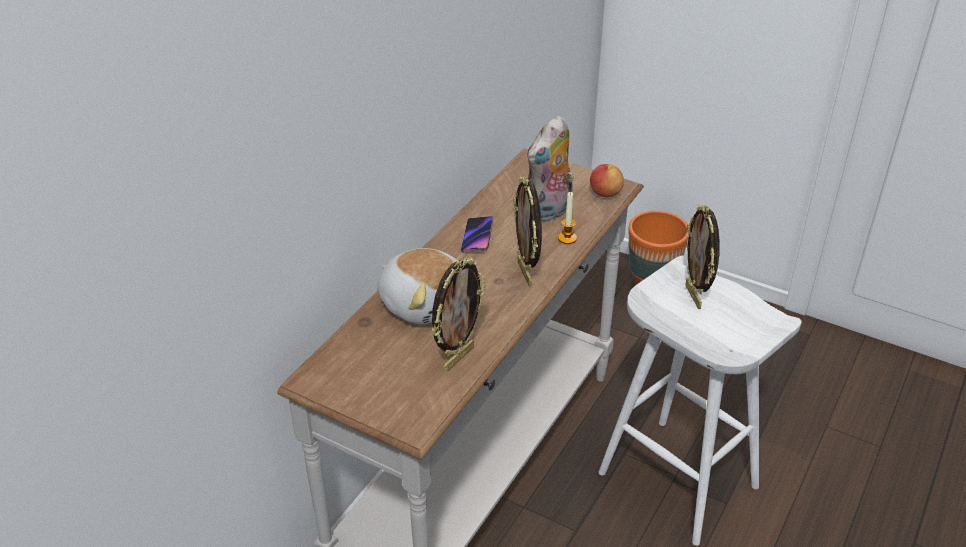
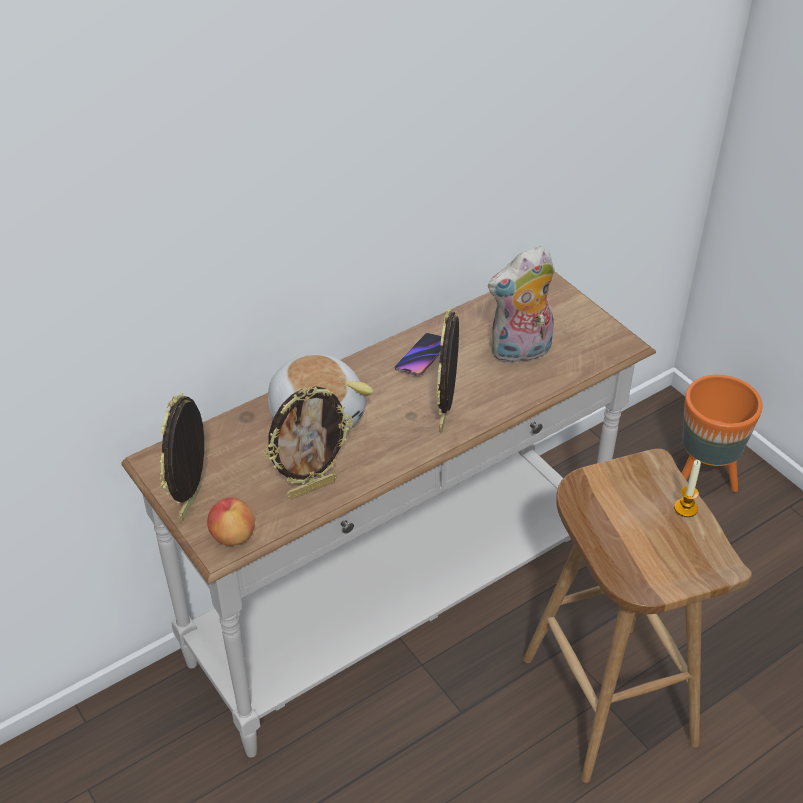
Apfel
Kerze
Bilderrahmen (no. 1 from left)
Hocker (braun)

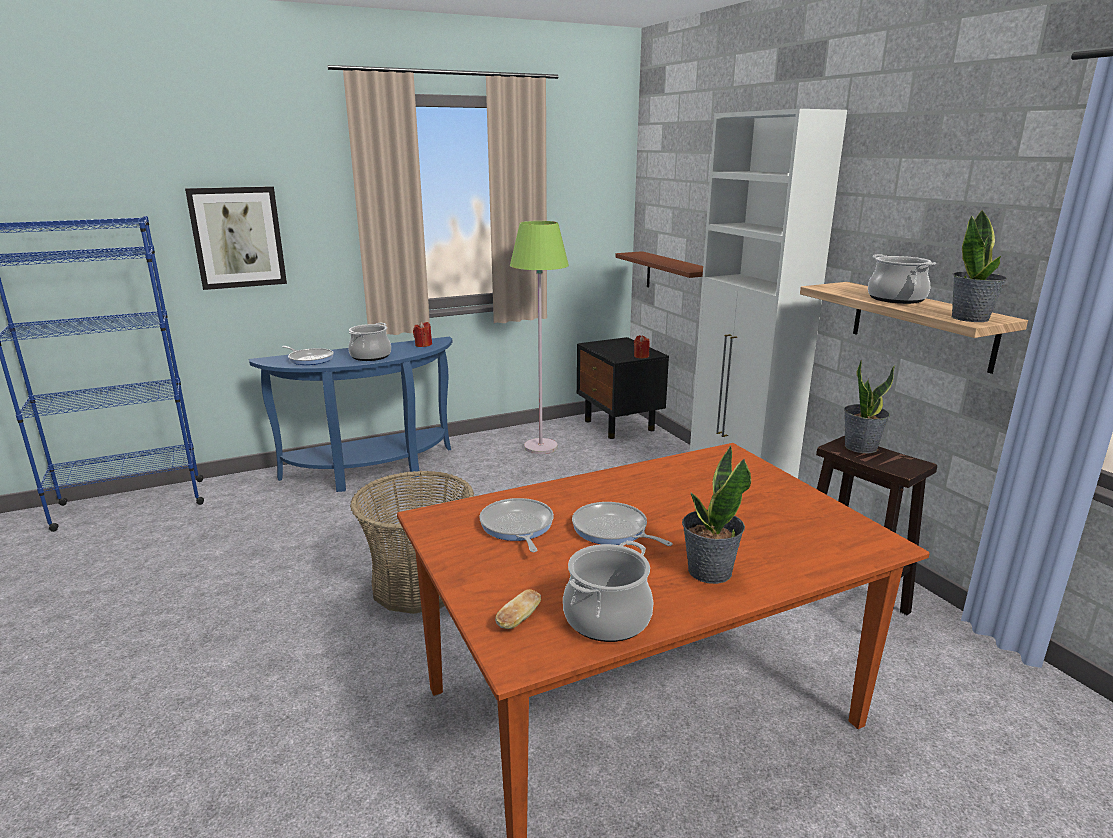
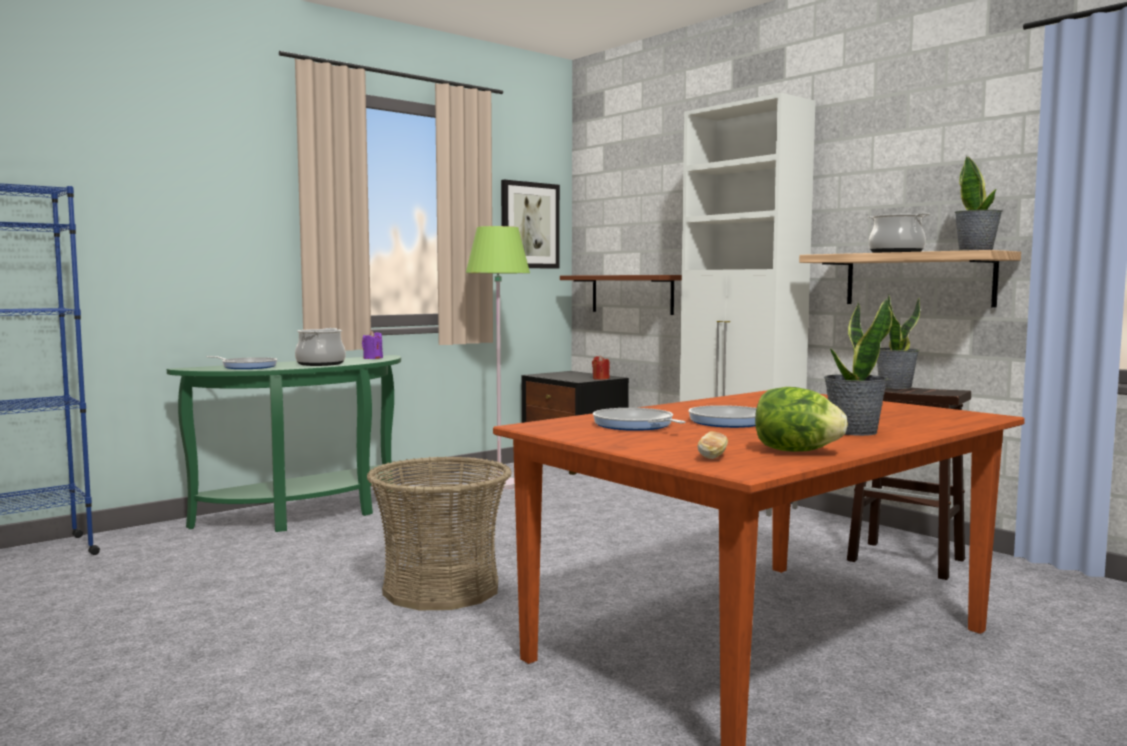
Bild
Kerze (lila)
Konsolentisch (grün)
Salatkopf

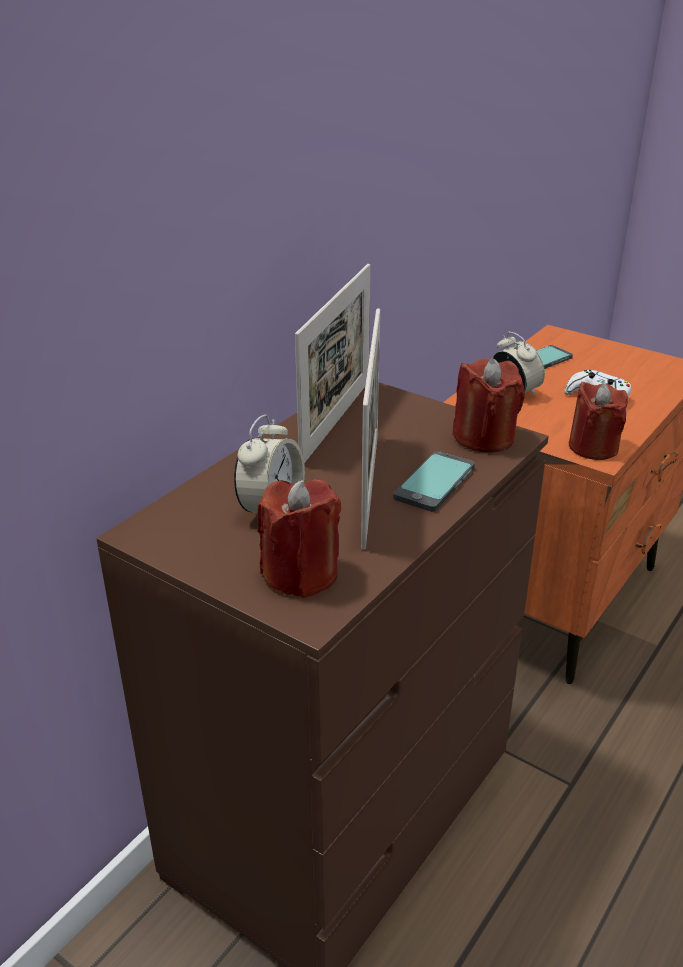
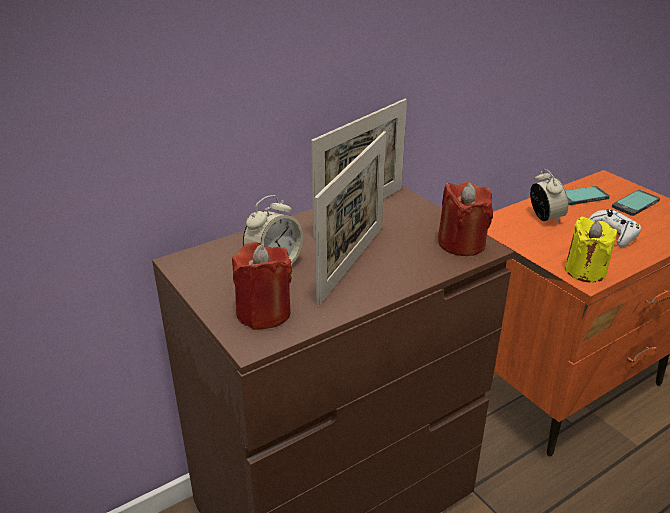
Kerze (gelb)
Handy (no. 2 from left)

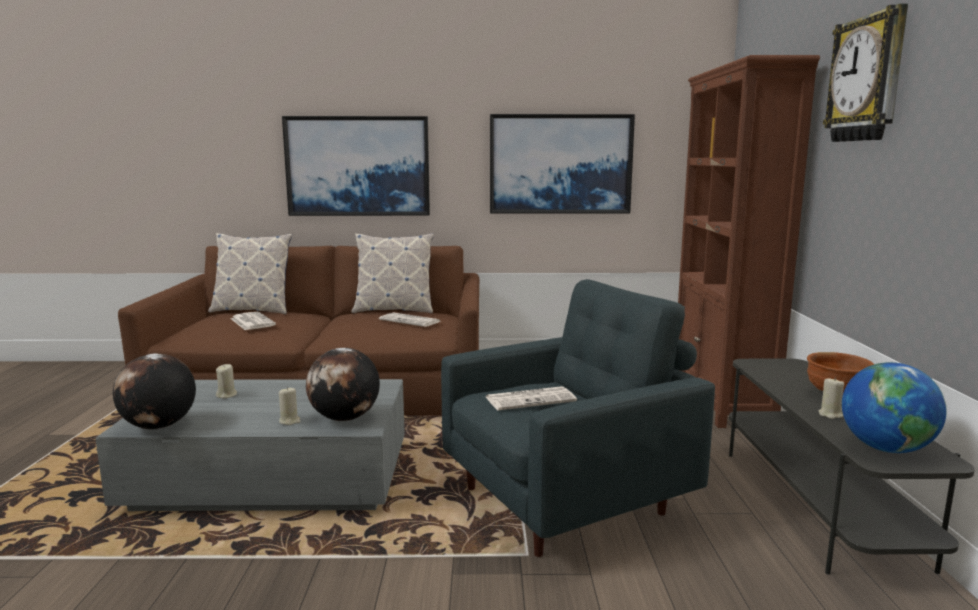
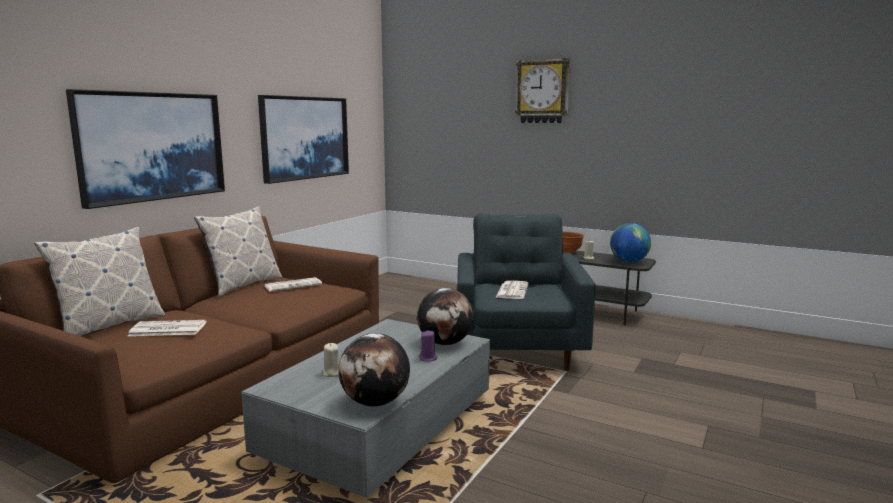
Bücherregal (braun)
Kerze (lila)

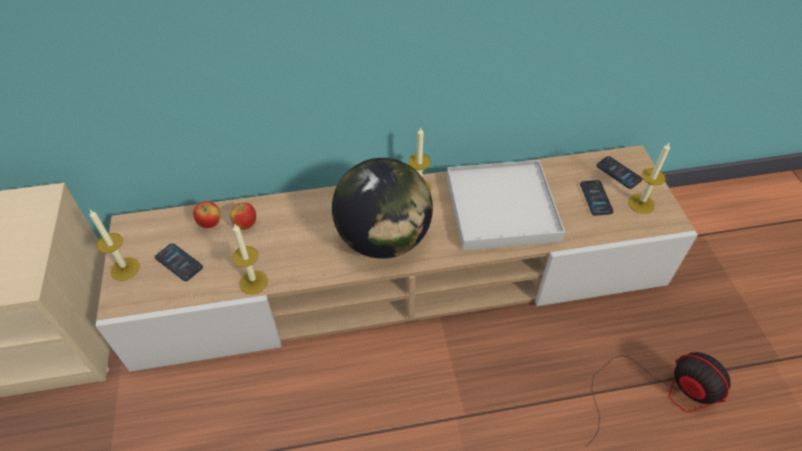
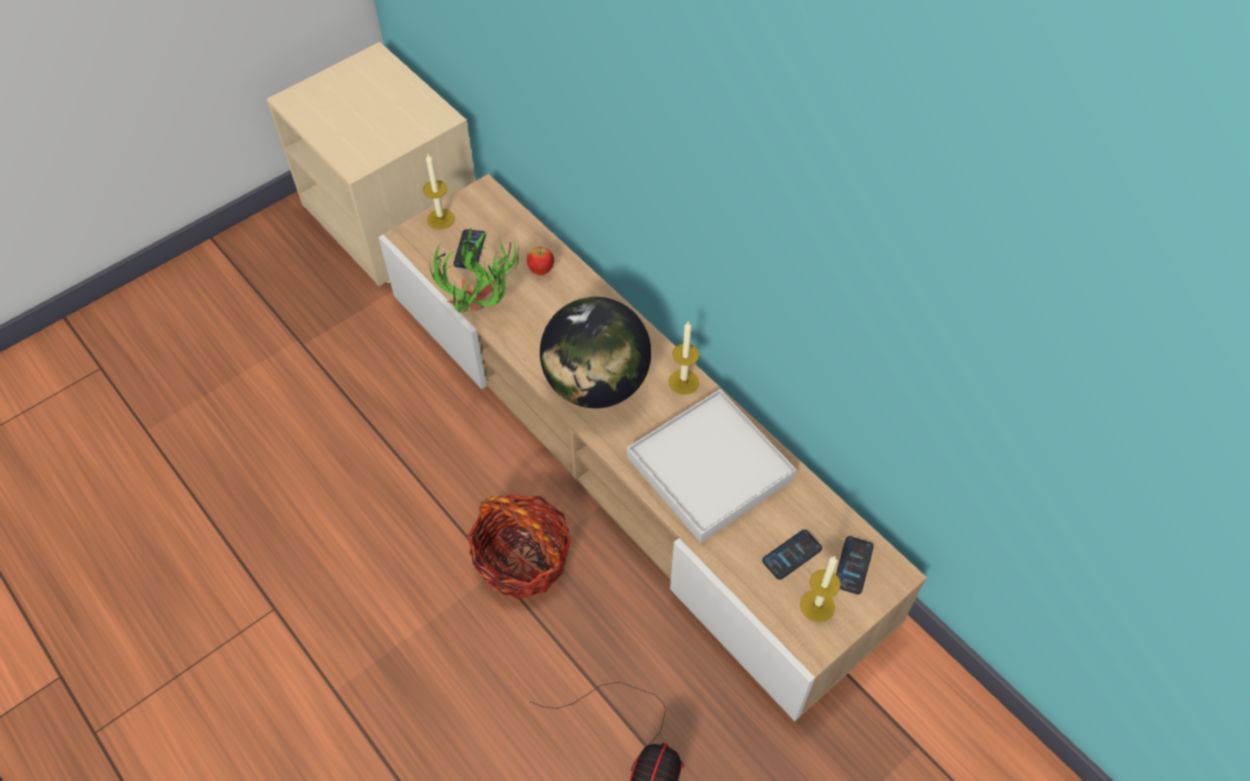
Apfel (no. 1 from left in the first image)
Topfpflanze
Korb

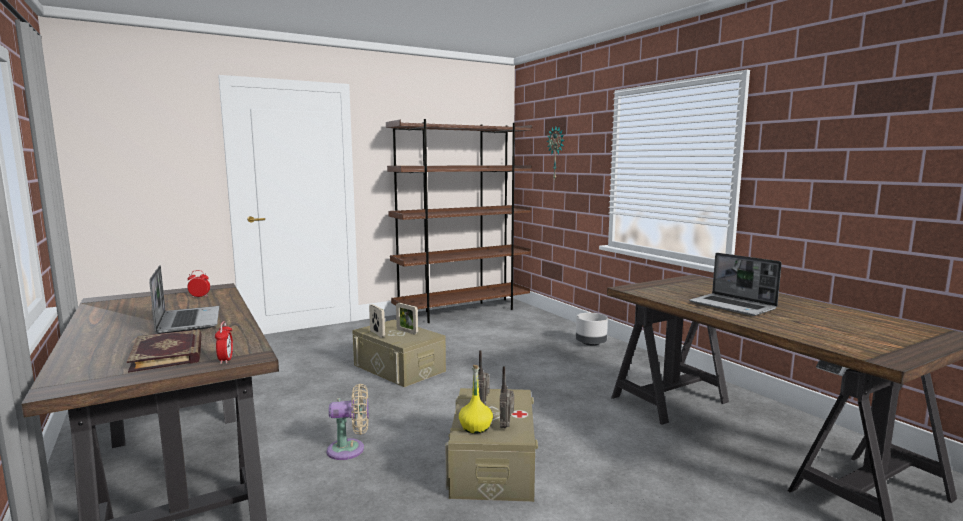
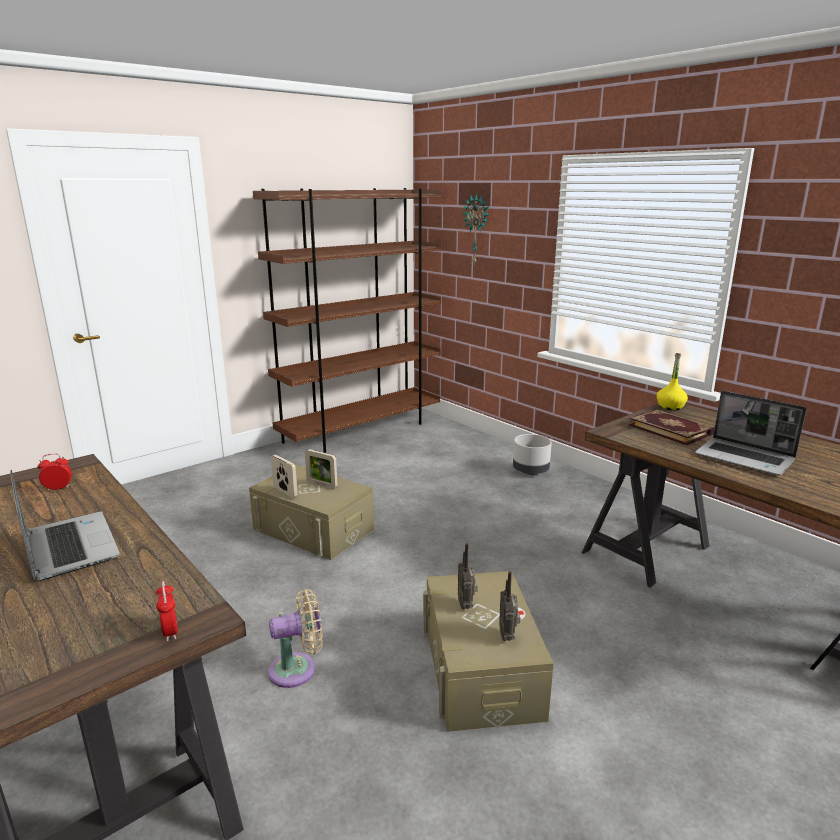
Buch
Flasche (gelb)

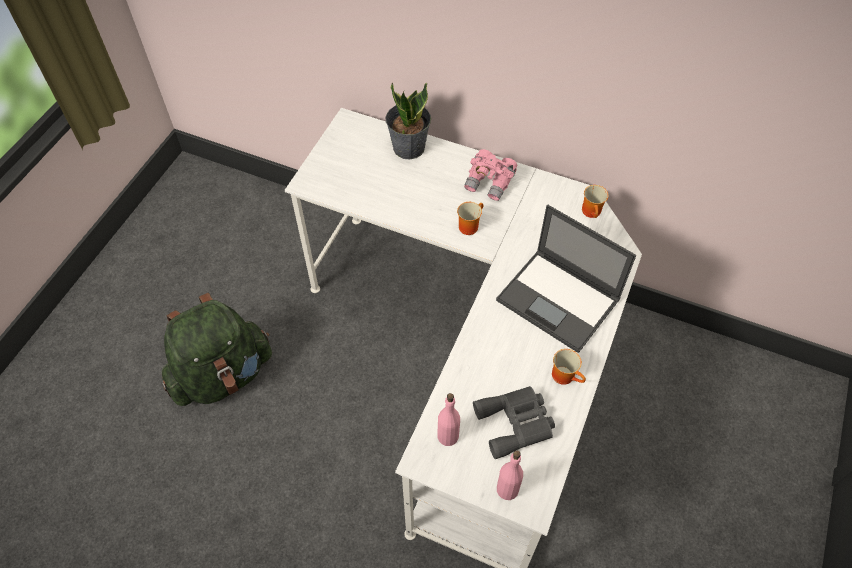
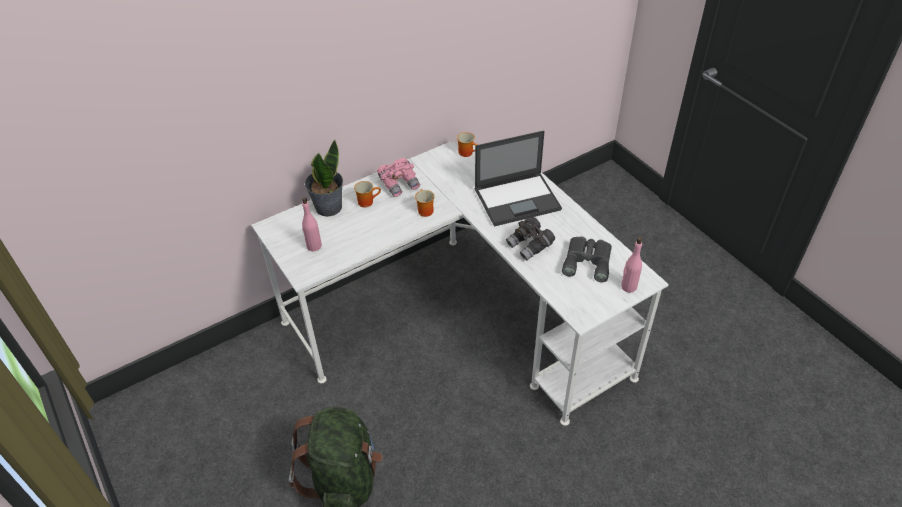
Henkelbecher (no. 1 from left)
Flasche (rosa) (no. 1 from left)
Fernglas (grau) (no. 1 from left)

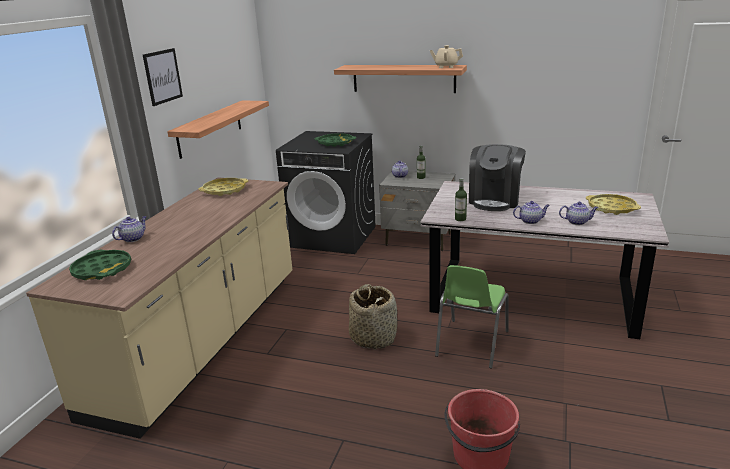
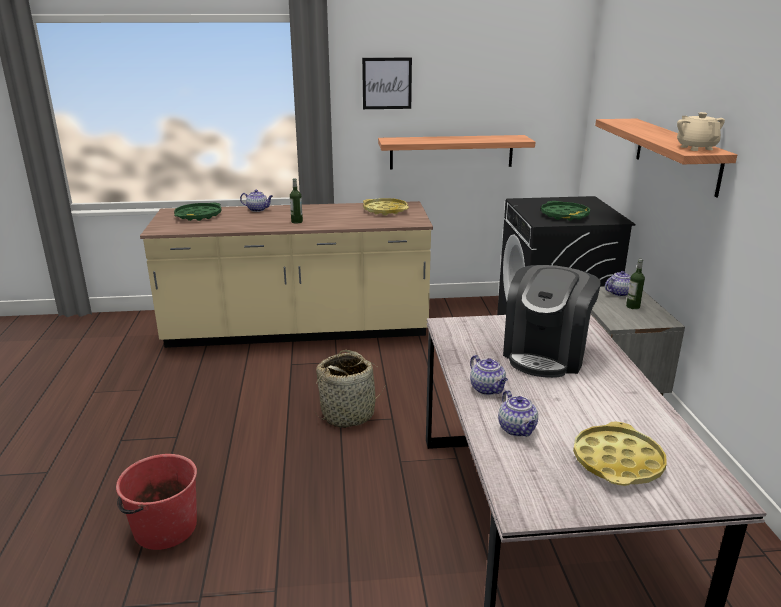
Kaffeemaschine
Flasche (no. 1 from left)
Stuhl (grün)

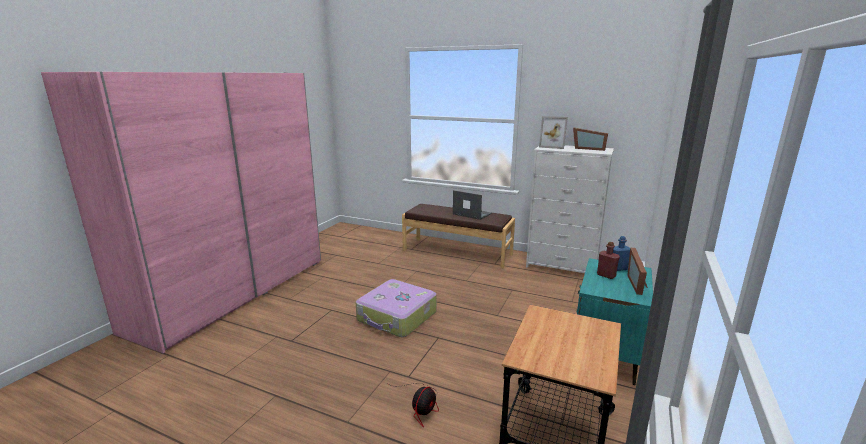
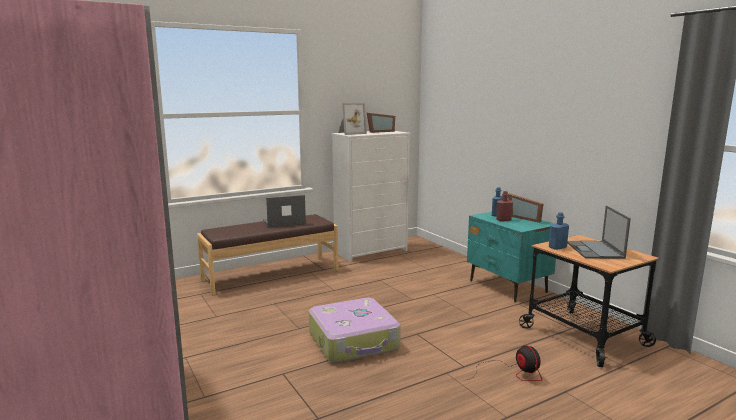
Laptop (no. 2 from left)
Flasche (blau) (no. 2 from left)

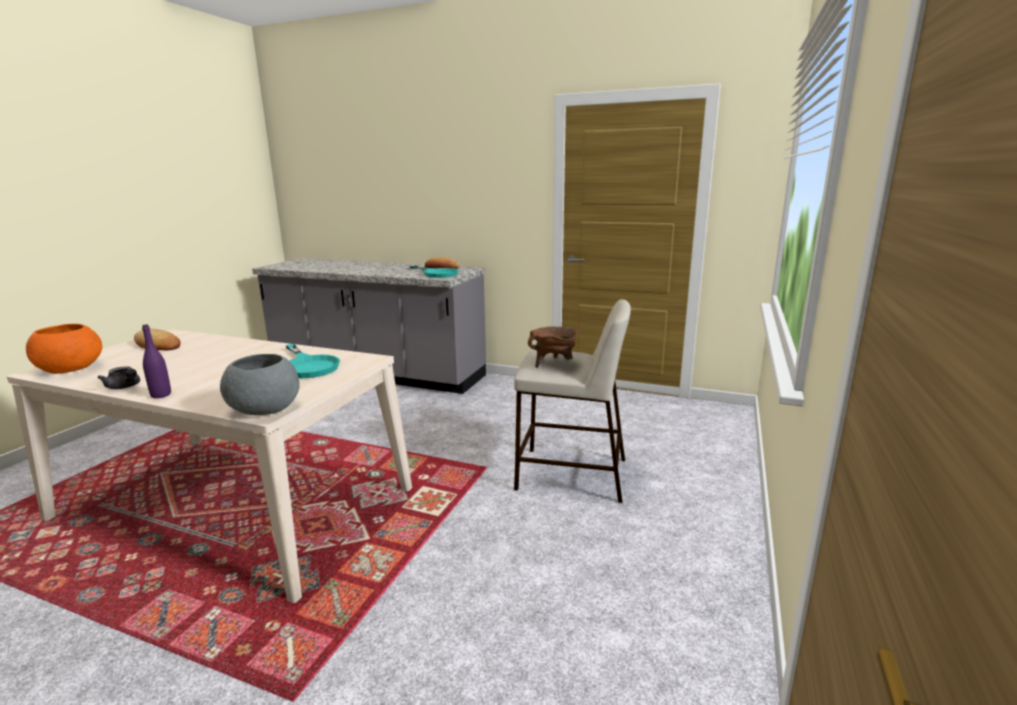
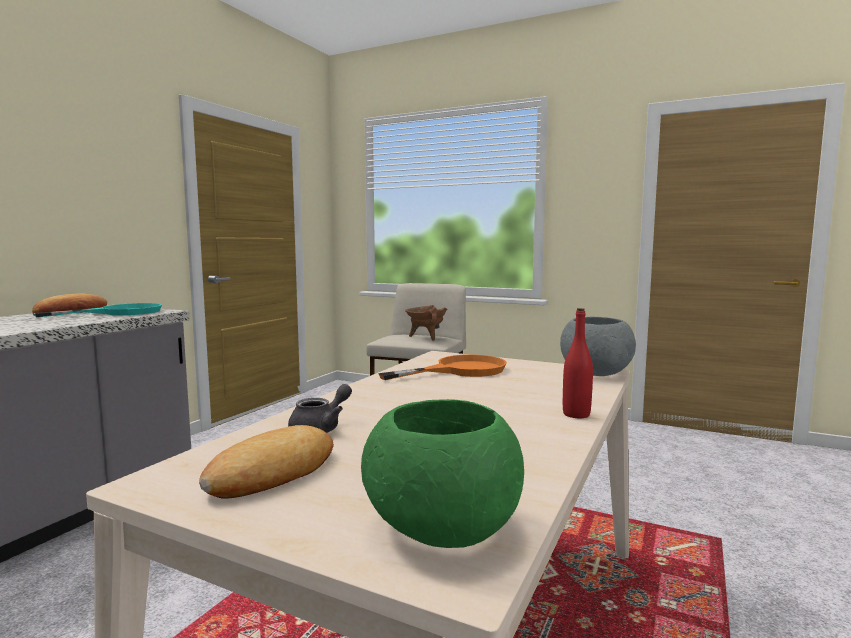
Schüssel (grün)
Flasche (rot)
Pfanne (orange)
Teekanne (grau)

